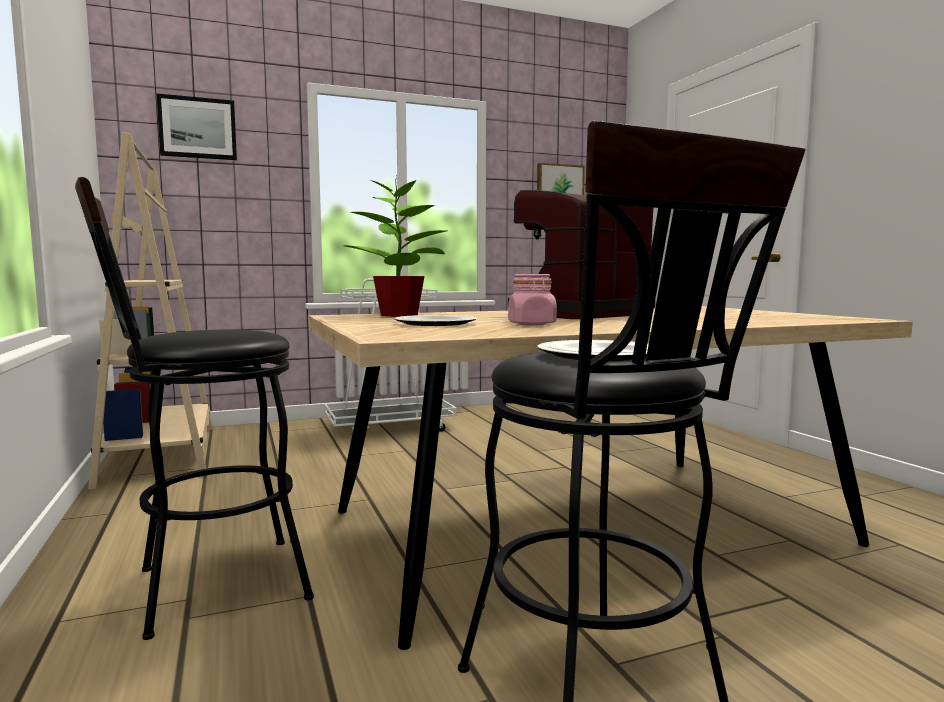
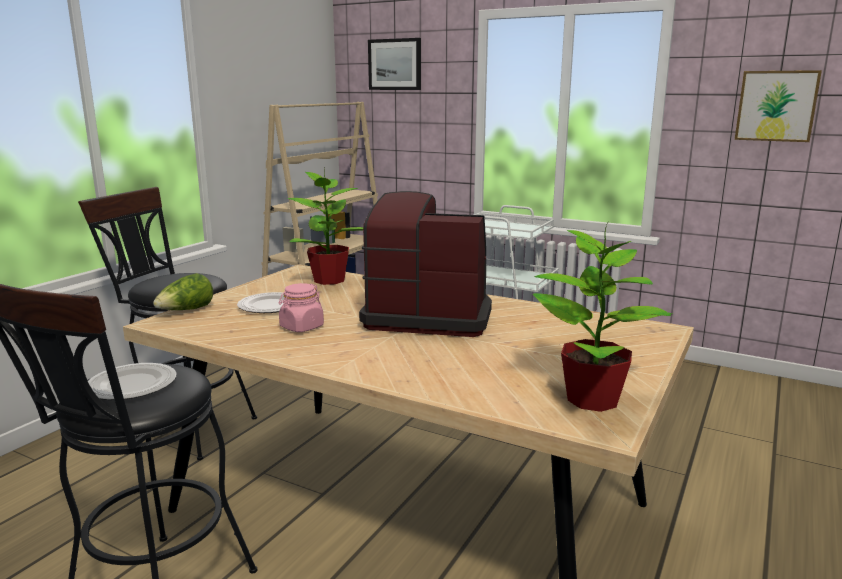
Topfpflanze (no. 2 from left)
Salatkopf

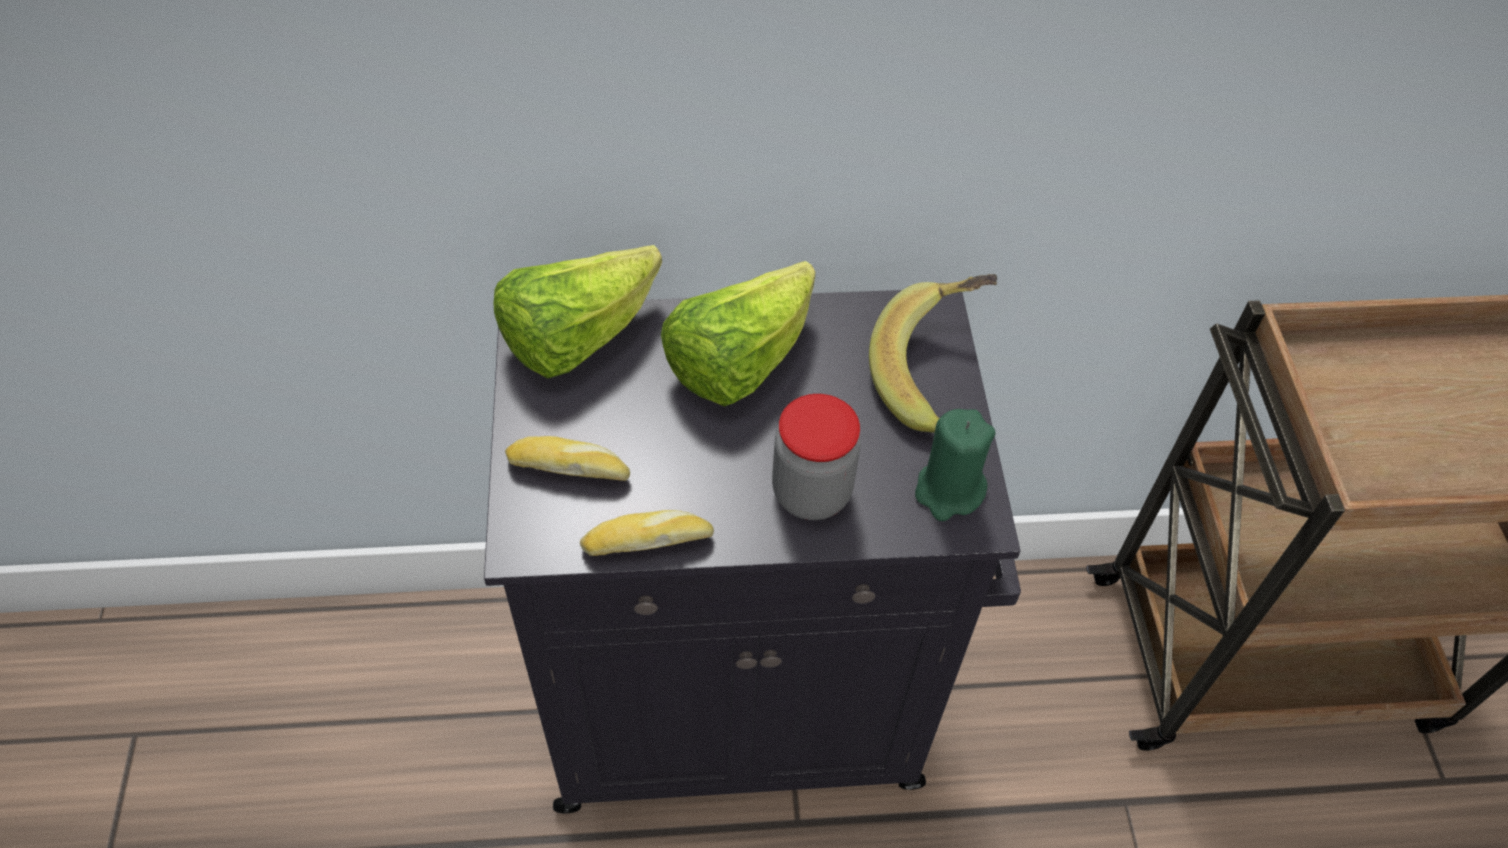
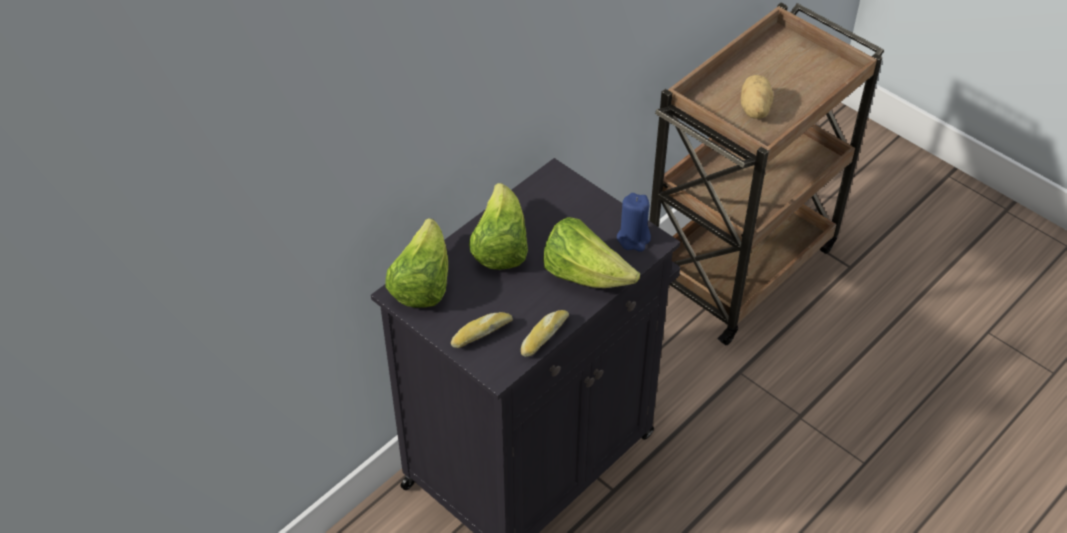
Banane
Salatkopf (no. 3 from left)
Kerze (blau)
Kartoffel

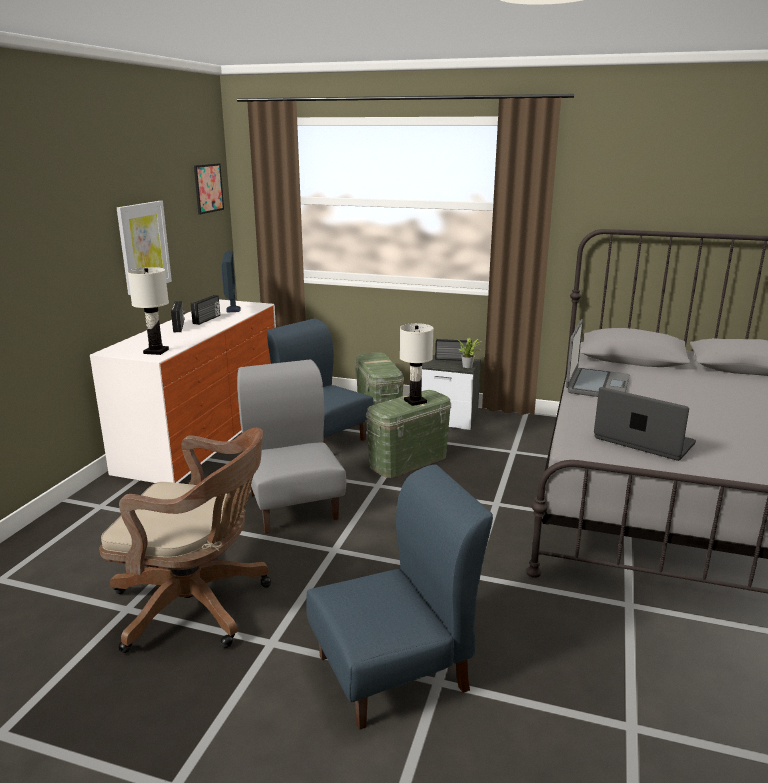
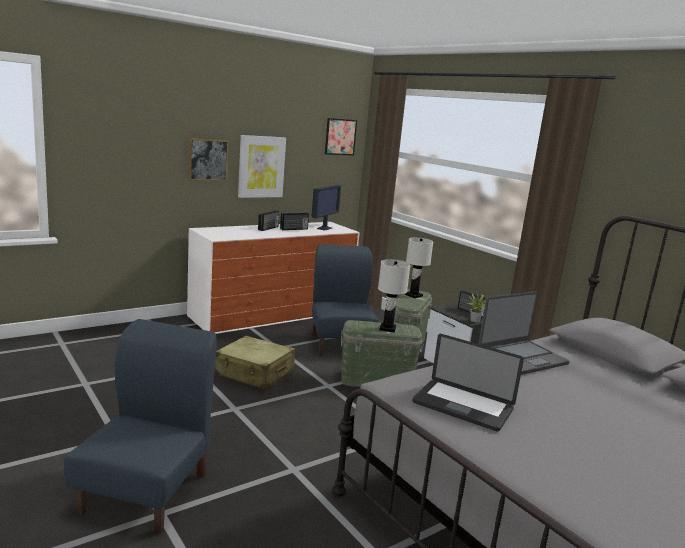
Tischlampe (weiß) (no. 2 from left)
Koffer (beige)
Laptop (no. 1 from left)
Bürostuhl (braun)
Stuhl (blau) (no. 1 from left)
Bild (no. 1 from left)

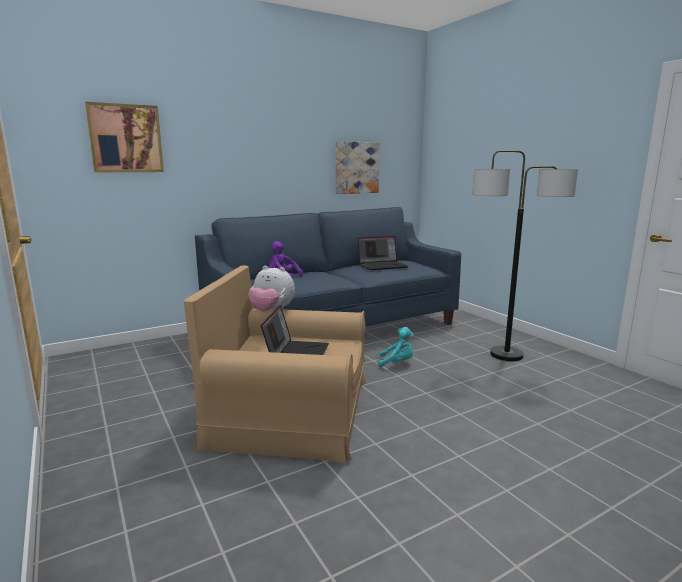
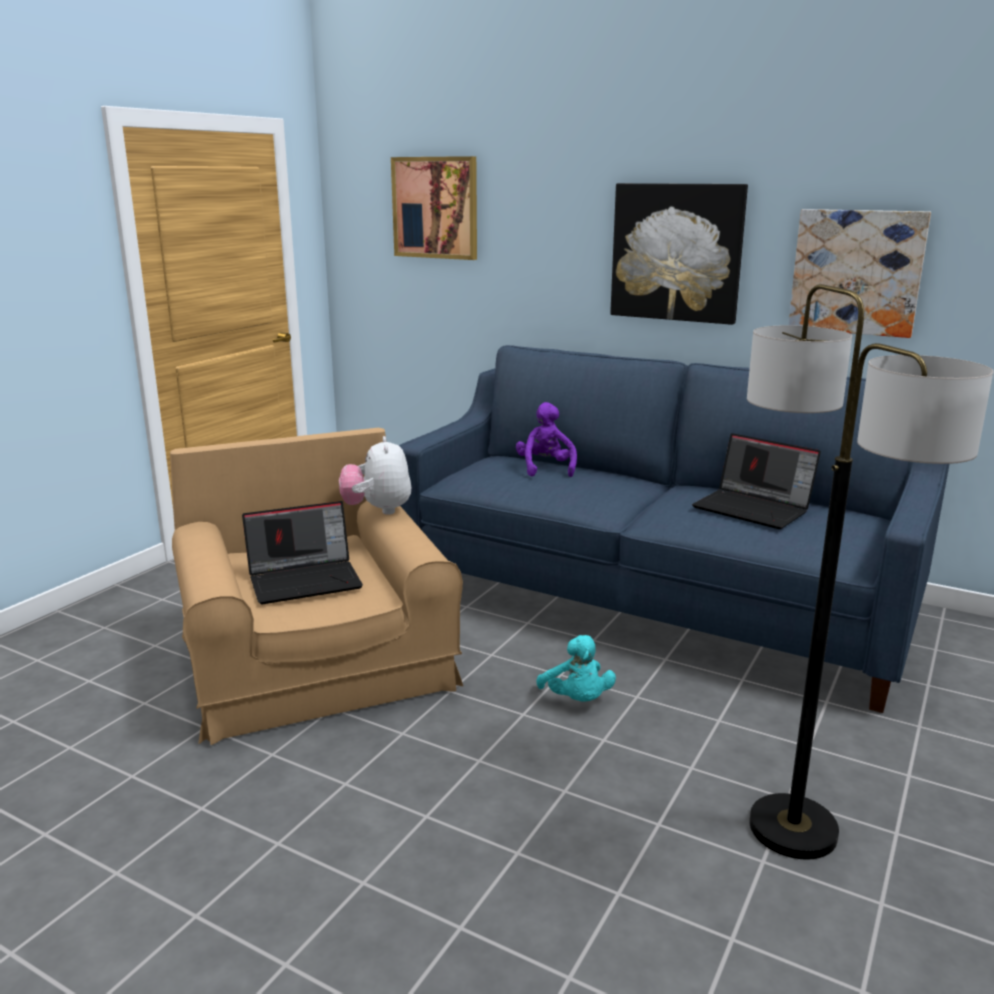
Bild (no. 2 from left)

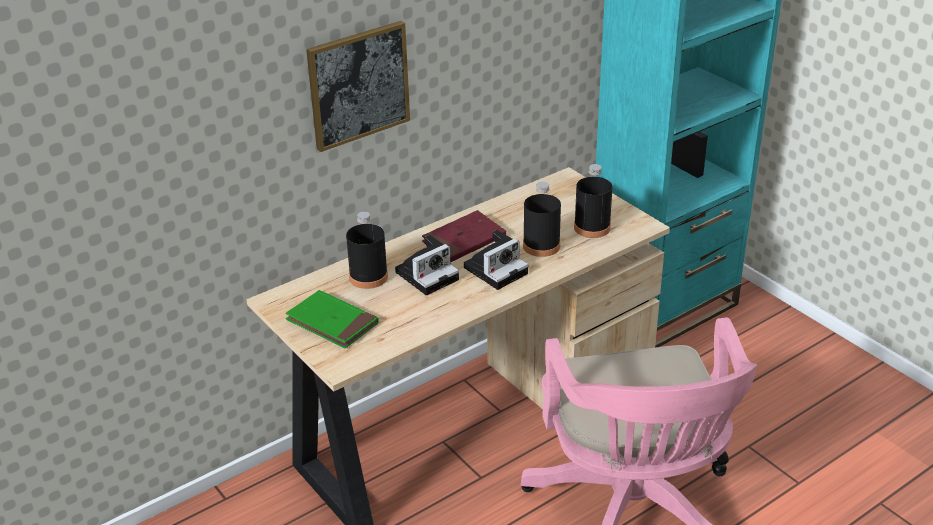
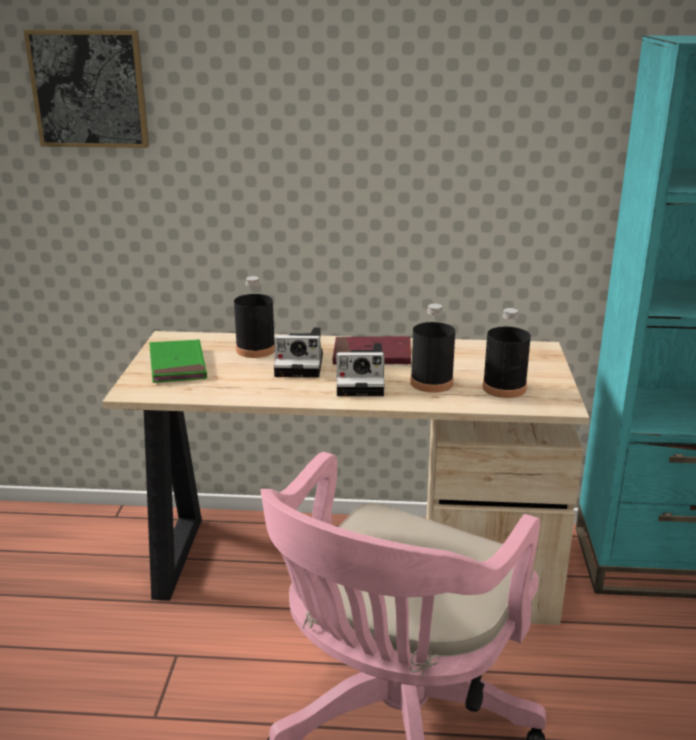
Bild

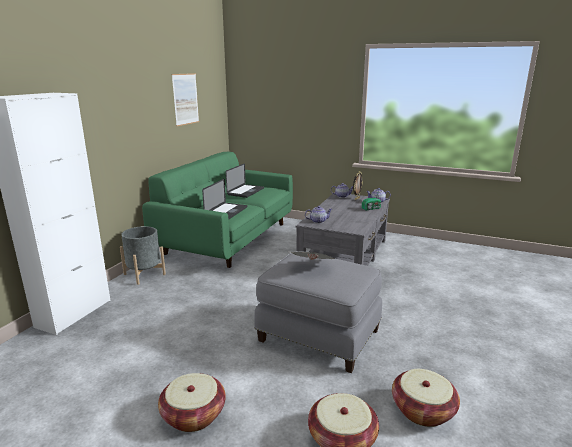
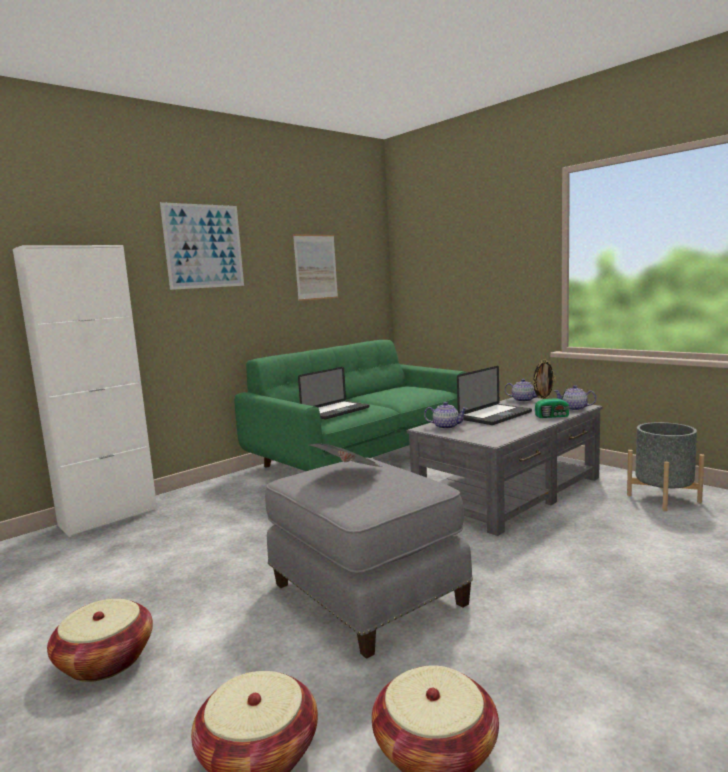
Laptop (no. 2 from left)
Pflanzkübel (grau)
Bild (no. 1 from left)

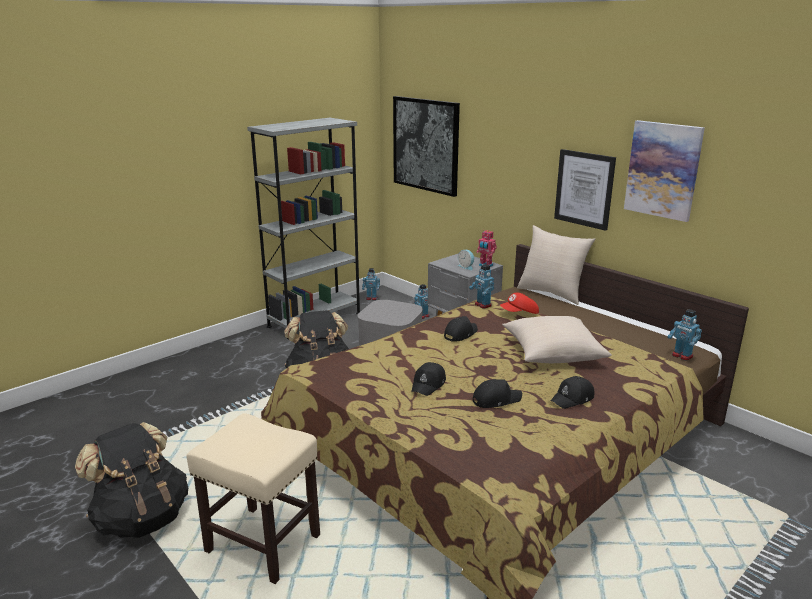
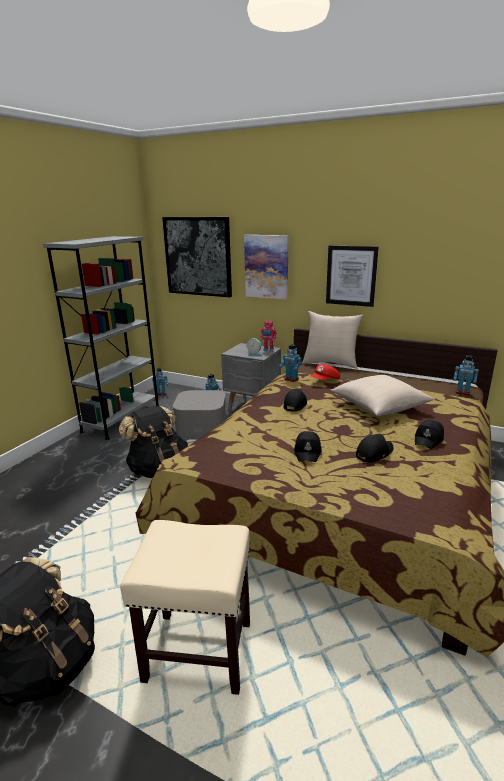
Bild (no. 2 from left)

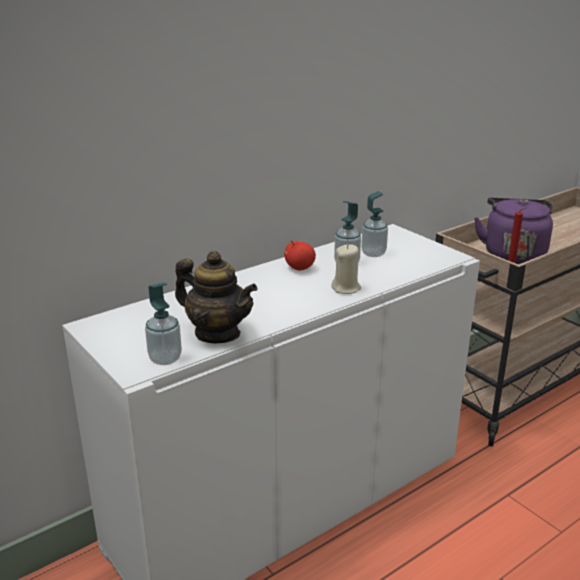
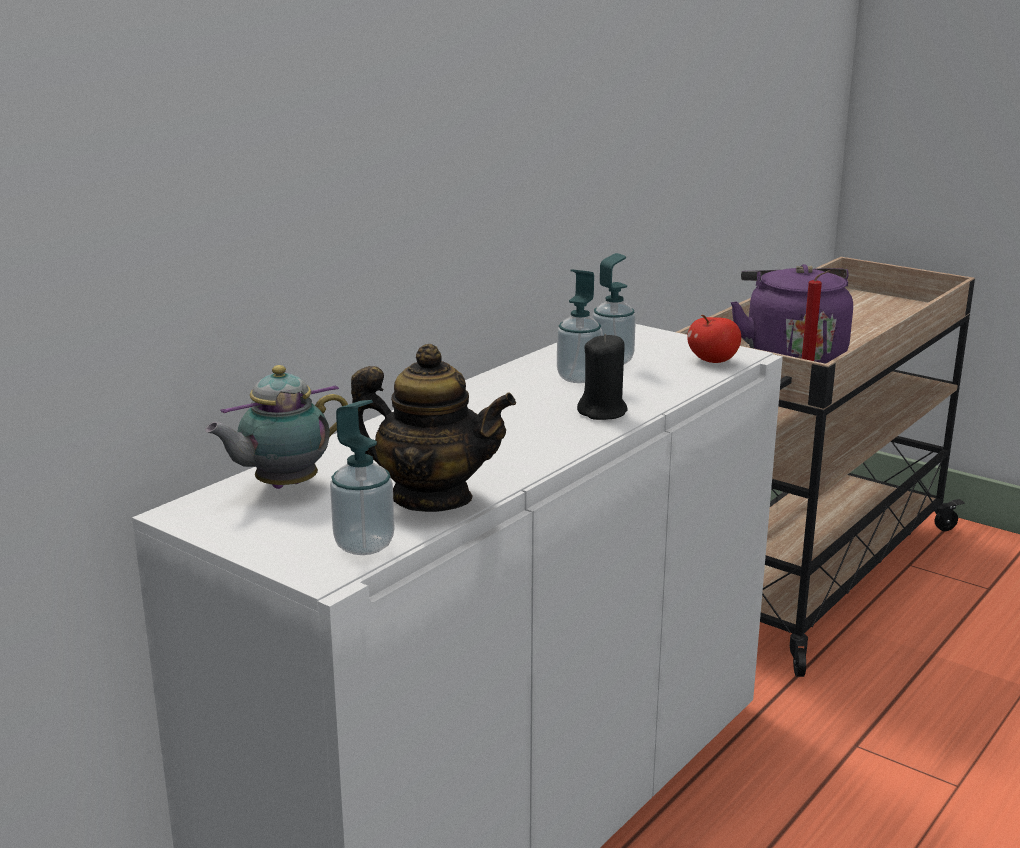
Apfel
Kerze (schwarz)
Teekanne (no. 1 from left)

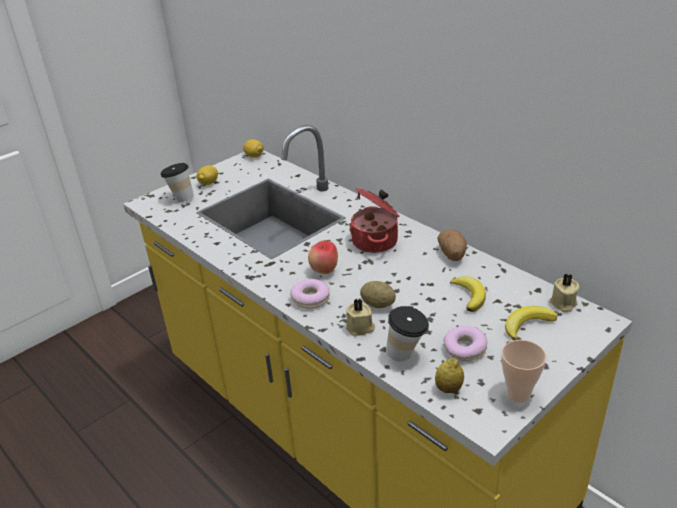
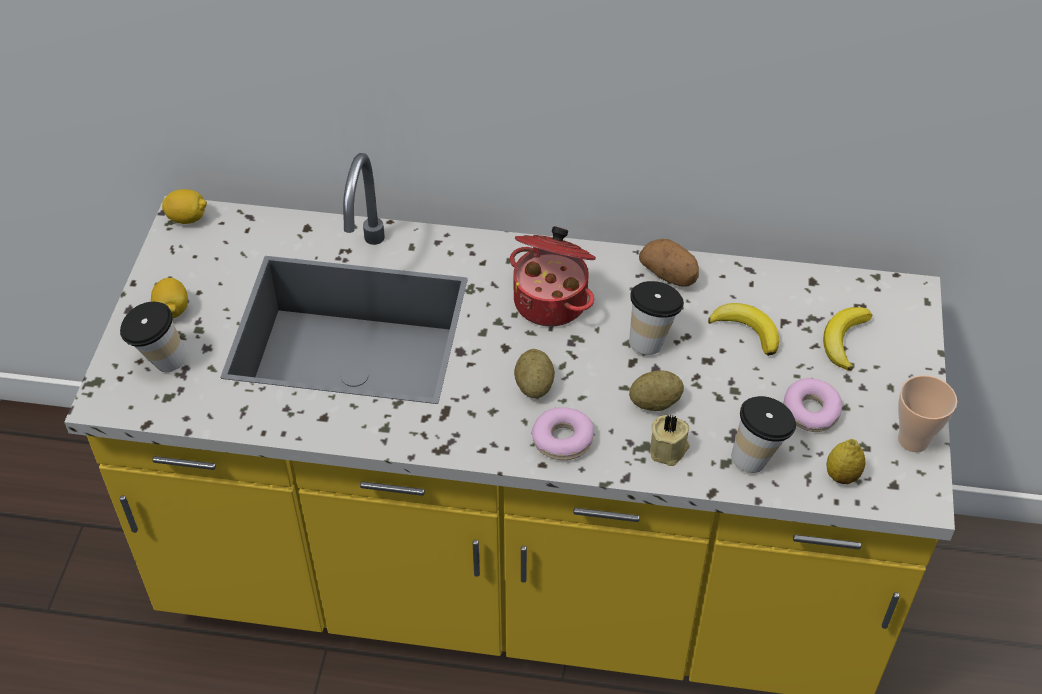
Kartoffel (no. 1 from left)
Kerze (beige) (no. 2 from left in the first image)
Tasse (no. 2 from left)

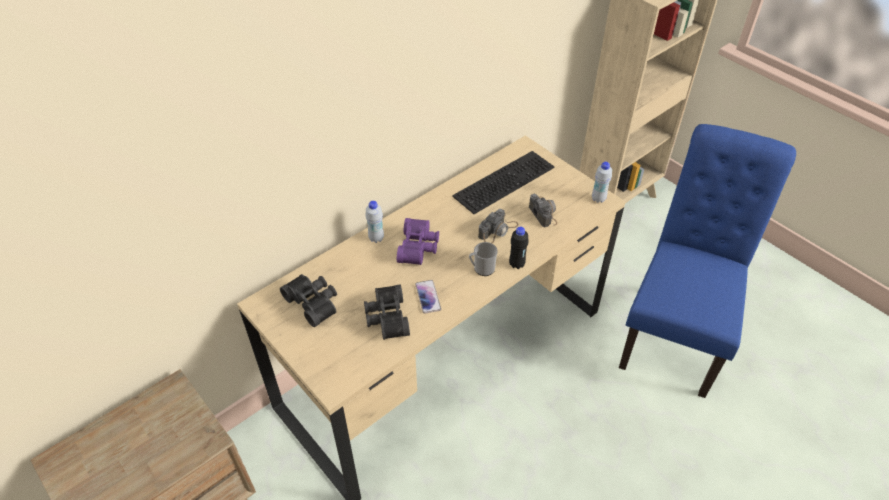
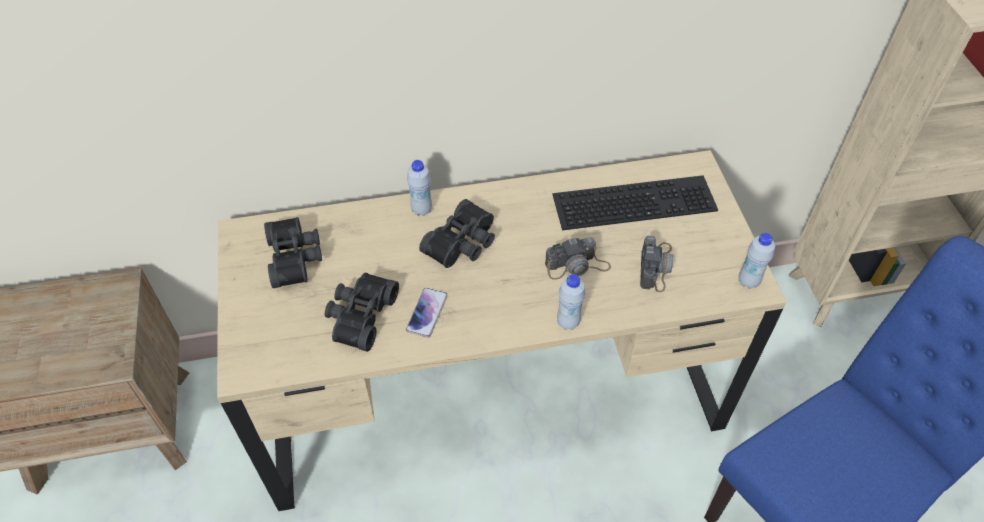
Fernglas (schwarz) (no. 3 from left)
Flasche (weiß) (no. 2 from left)
Henkelbecher

